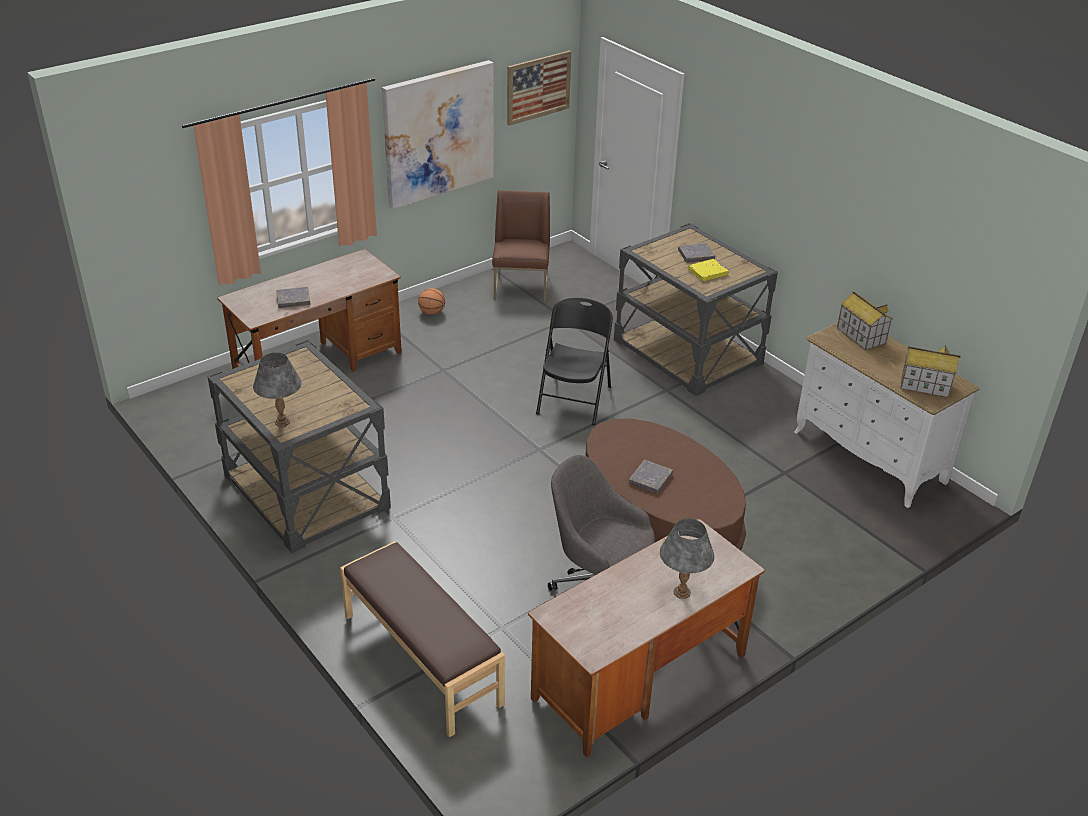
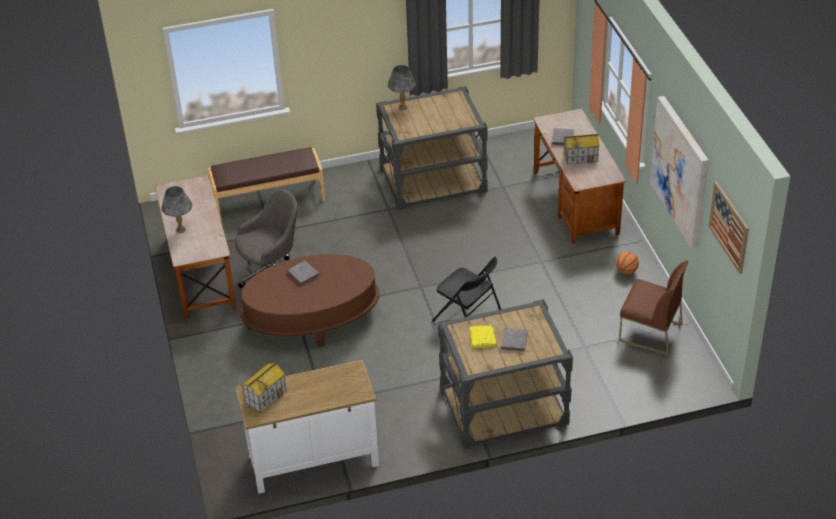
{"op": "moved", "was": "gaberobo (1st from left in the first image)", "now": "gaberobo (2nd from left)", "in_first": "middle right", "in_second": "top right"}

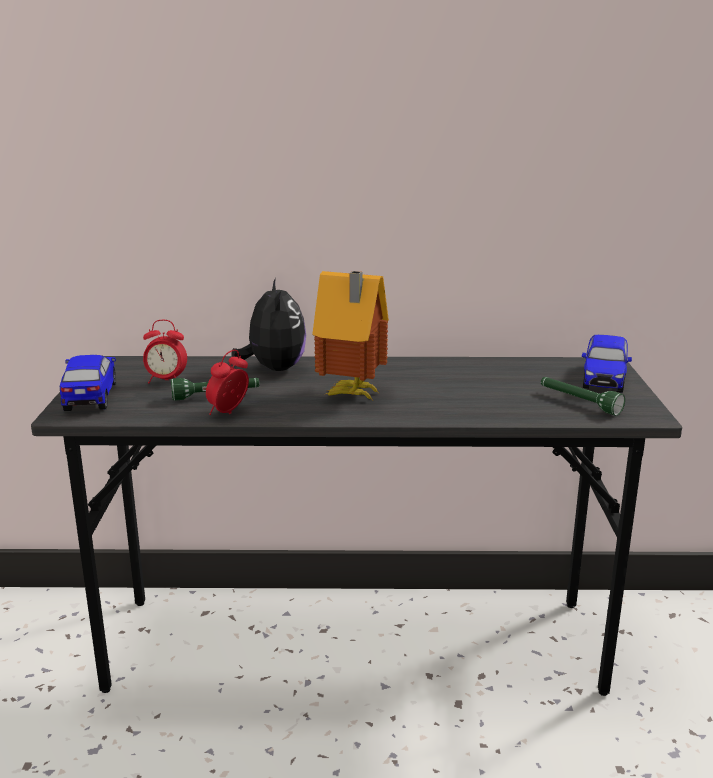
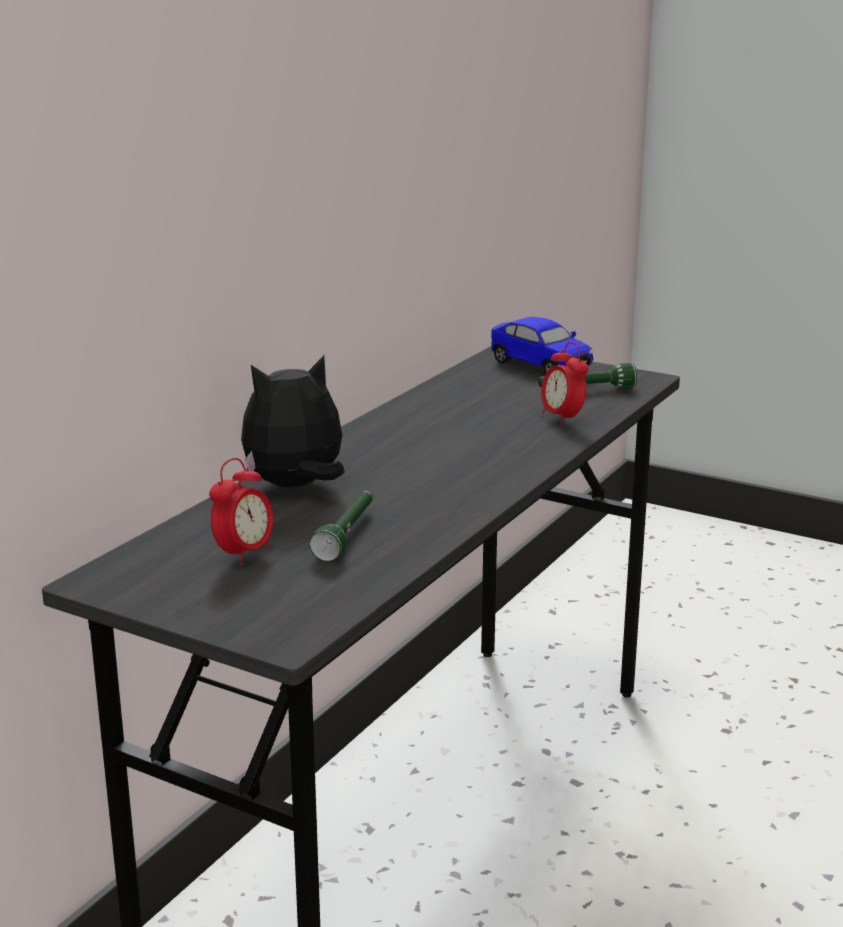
{"op": "removed", "was": "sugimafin (1st from left)", "in_first": "middle left"}
{"op": "moved", "was": "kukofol (2nd from left)", "in_first": "middle left", "in_second": "middle right"}
{"op": "turned", "was": "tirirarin", "in_first": "centre", "in_second": "centre", "clockwise": -45}
{"op": "removed", "was": "gaberobo", "in_first": "centre"}

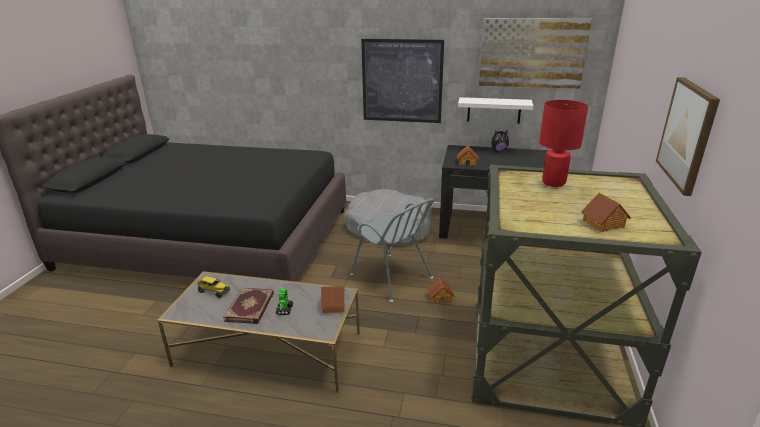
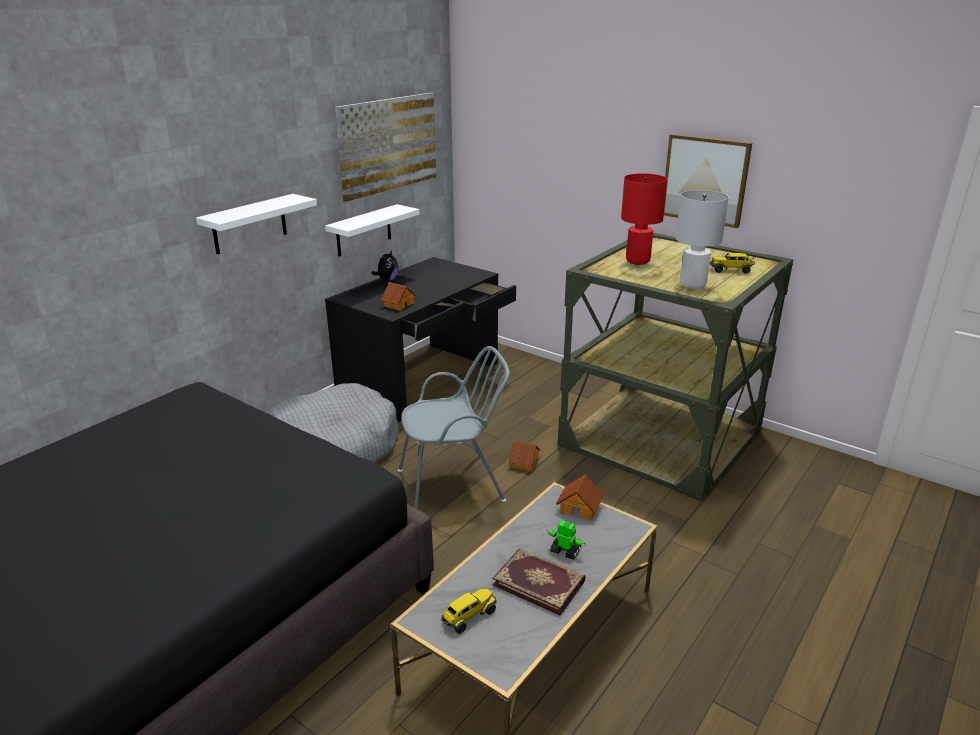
{"op": "replaced", "was": "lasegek (1st from left)", "now": "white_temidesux (1st from left)", "in_first": "top centre", "in_second": "top left"}
{"op": "replaced", "was": "gaberobo (4th from left)", "now": "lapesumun (2nd from left)", "in_first": "middle right", "in_second": "middle right"}
{"op": "added", "now": "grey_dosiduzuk", "in_second": "top right"}

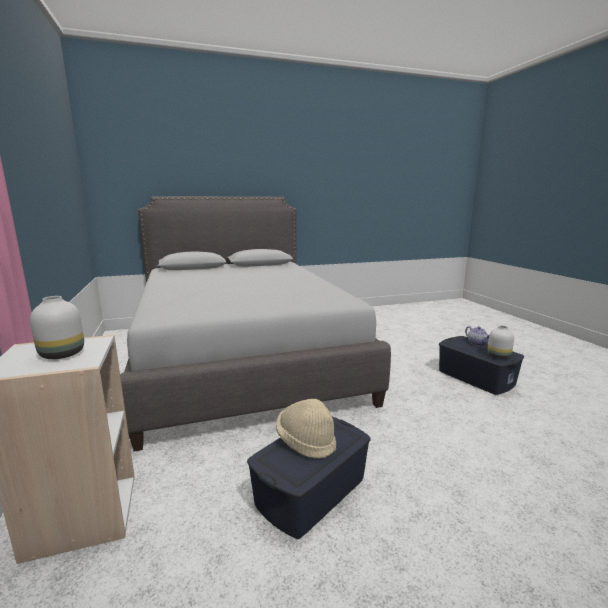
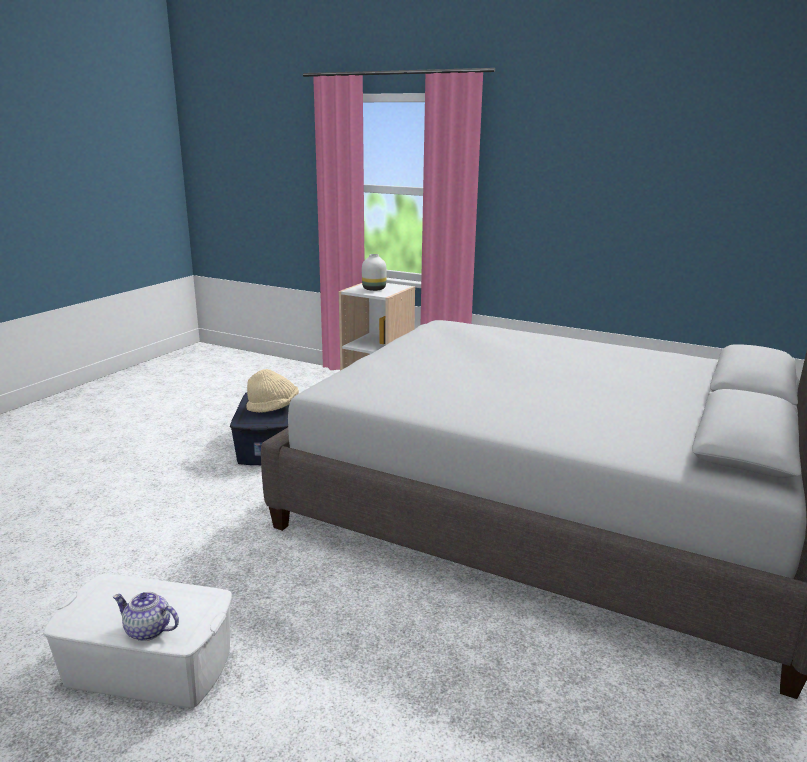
{"op": "recoloured", "was": "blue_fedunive (2nd from left)", "now": "white_fedunive", "in_first": "middle right", "in_second": "bottom left"}
{"op": "removed", "was": "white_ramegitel (2nd from left)", "in_first": "middle right"}

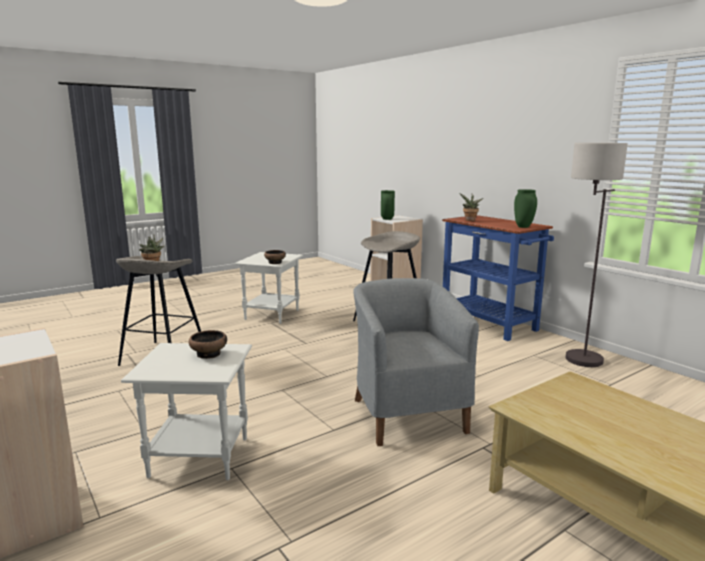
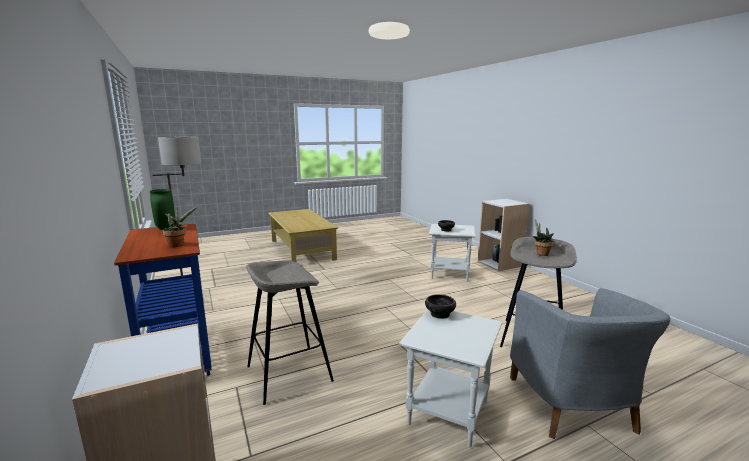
{"op": "moved", "was": "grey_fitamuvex", "in_first": "centre", "in_second": "bottom right"}
{"op": "removed", "was": "green_ramegitel (1st from left)", "in_first": "centre"}

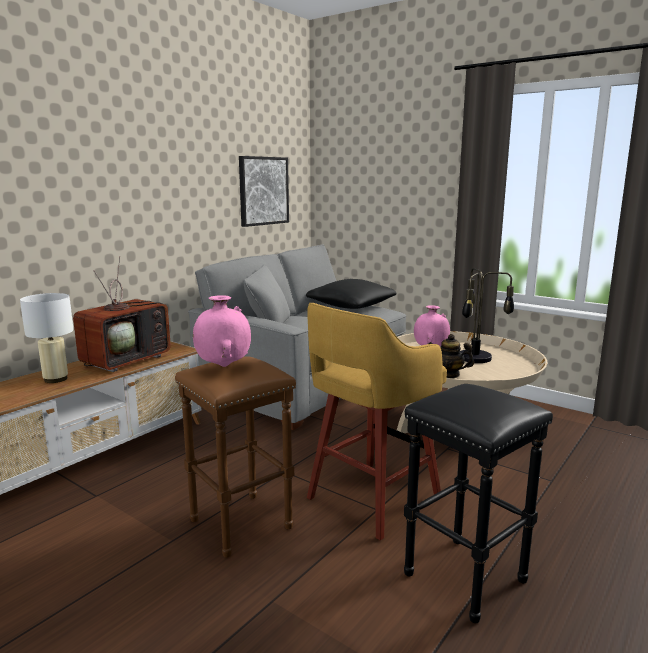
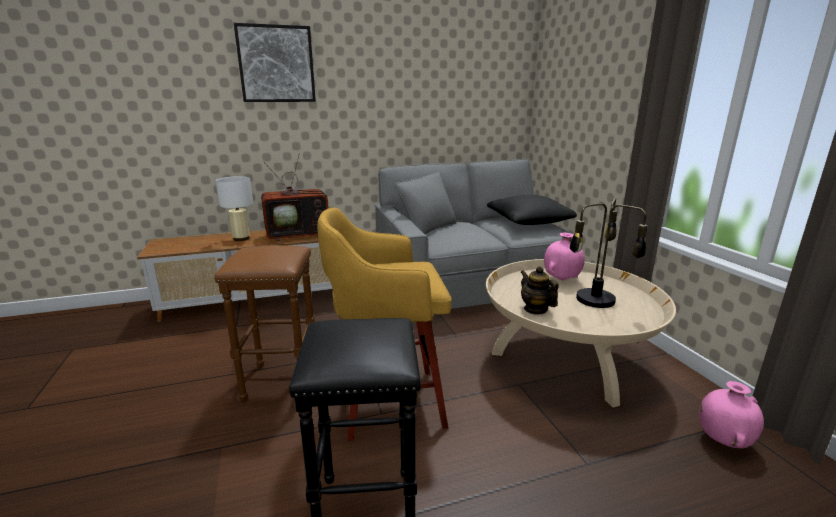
{"op": "moved", "was": "pink_ramegitel (1st from left in the first image)", "now": "pink_ramegitel (2nd from left)", "in_first": "centre", "in_second": "bottom right"}
{"op": "moved", "was": "lasegek", "in_first": "top centre", "in_second": "top left"}

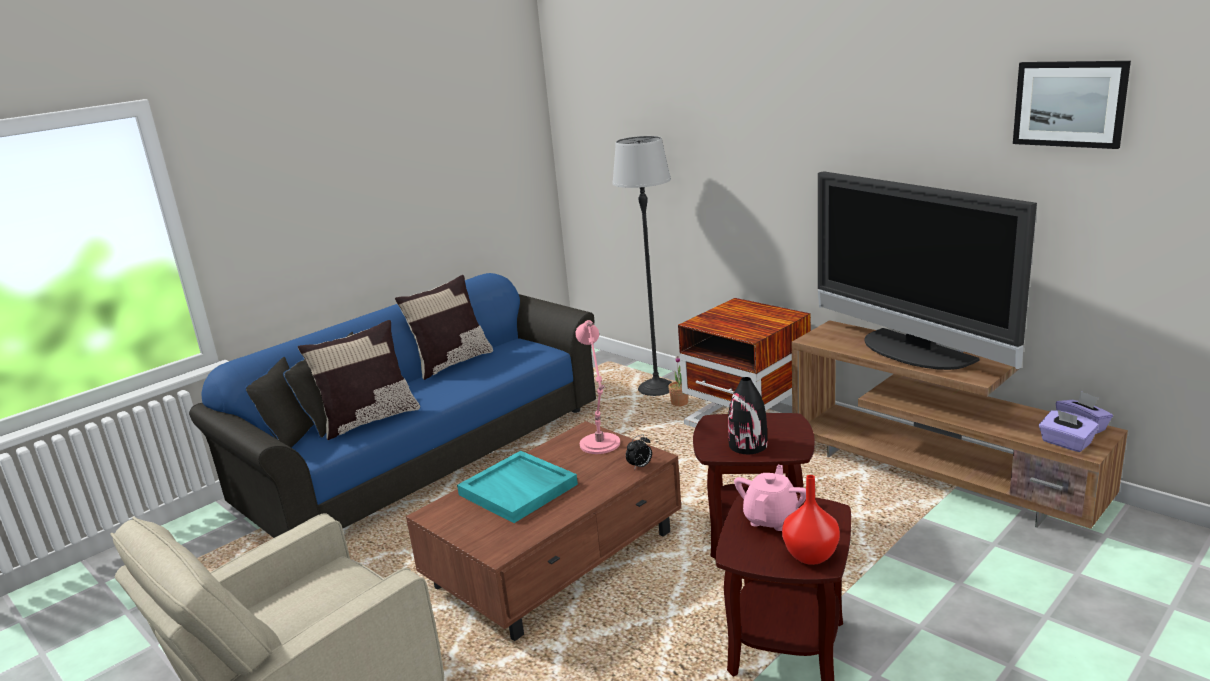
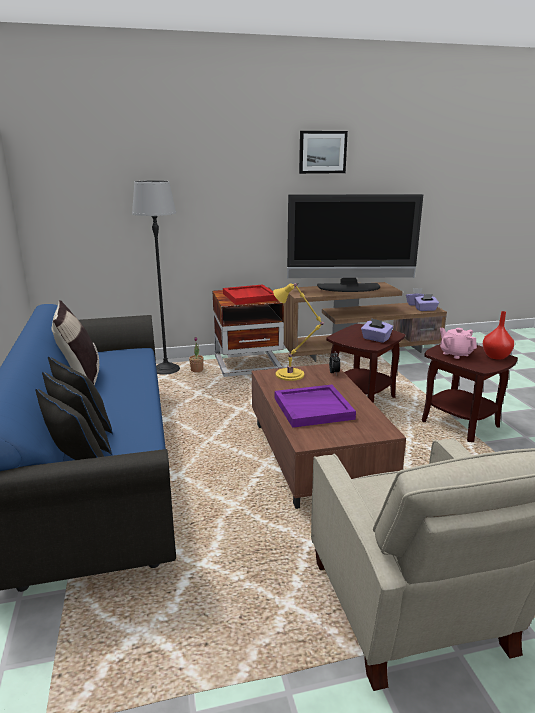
{"op": "removed", "was": "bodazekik (1st from left)", "in_first": "middle left"}
{"op": "recoloured", "was": "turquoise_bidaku", "now": "purple_bidaku", "in_first": "bottom centre", "in_second": "centre"}
{"op": "recoloured", "was": "pink_dosiduzuk", "now": "yellow_dosiduzuk", "in_first": "centre", "in_second": "centre"}
{"op": "replaced", "was": "black_ramegitel", "now": "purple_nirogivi (1st from left)", "in_first": "centre", "in_second": "middle right"}
{"op": "moved", "was": "lasegek", "in_first": "top right", "in_second": "top centre"}
{"op": "added", "now": "red_bidaku", "in_second": "centre"}

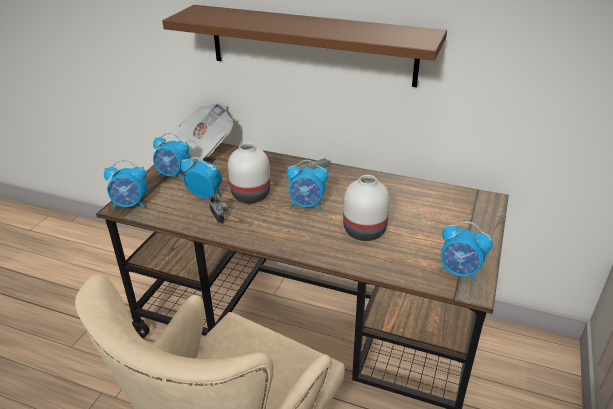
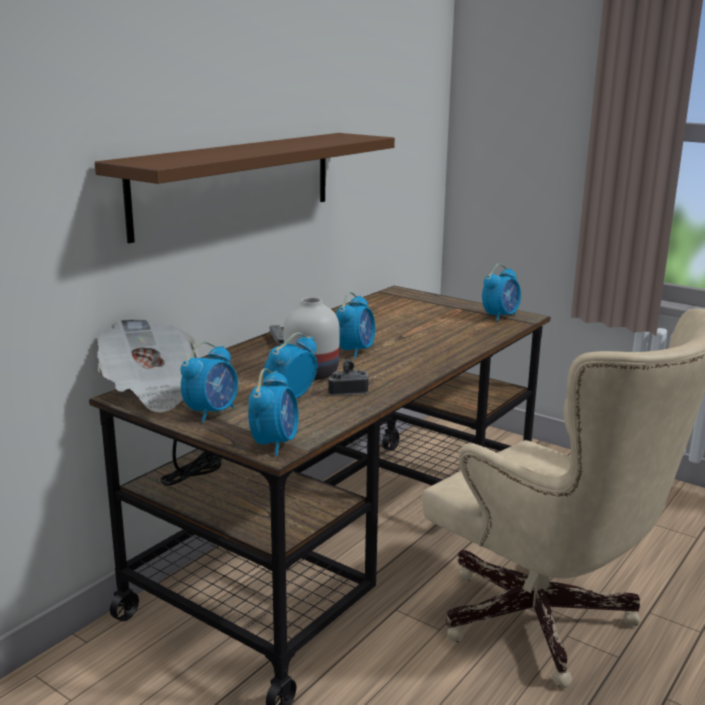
{"op": "removed", "was": "white_ramegitel (2nd from left)", "in_first": "centre"}

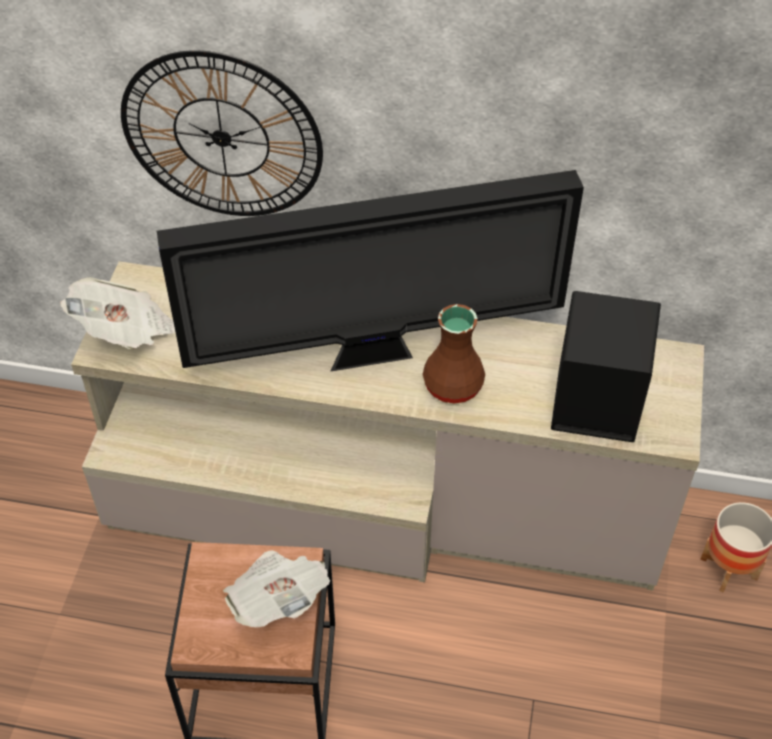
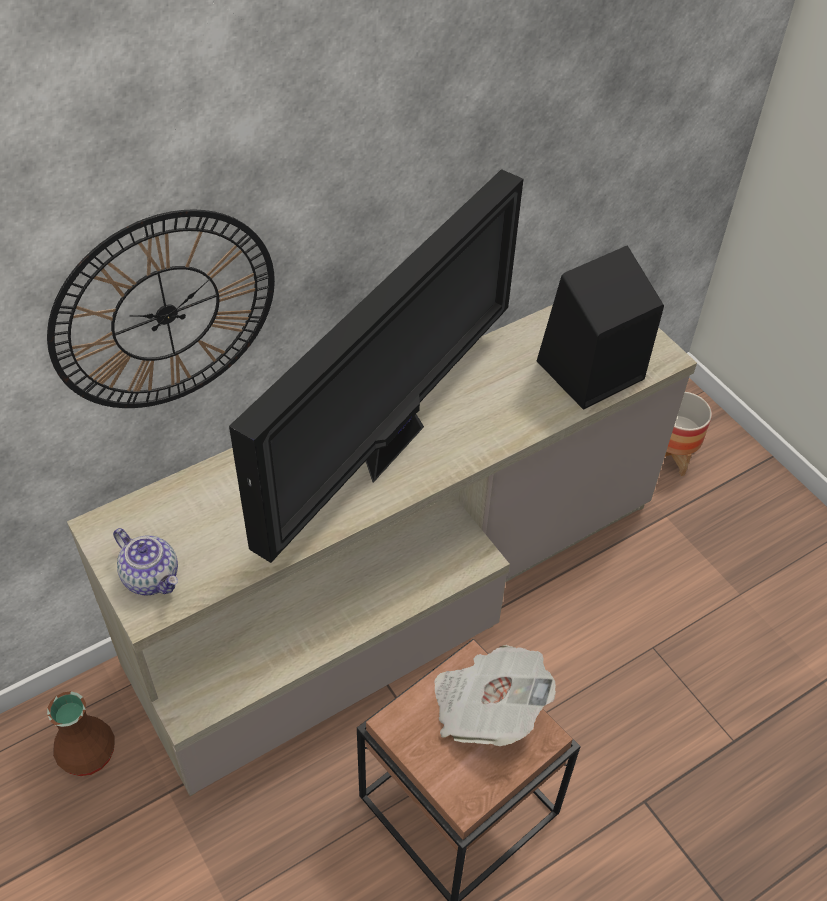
{"op": "replaced", "was": "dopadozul (1st from left)", "now": "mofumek", "in_first": "middle left", "in_second": "middle left"}
{"op": "moved", "was": "brown_ramegitel", "in_first": "centre", "in_second": "bottom left"}

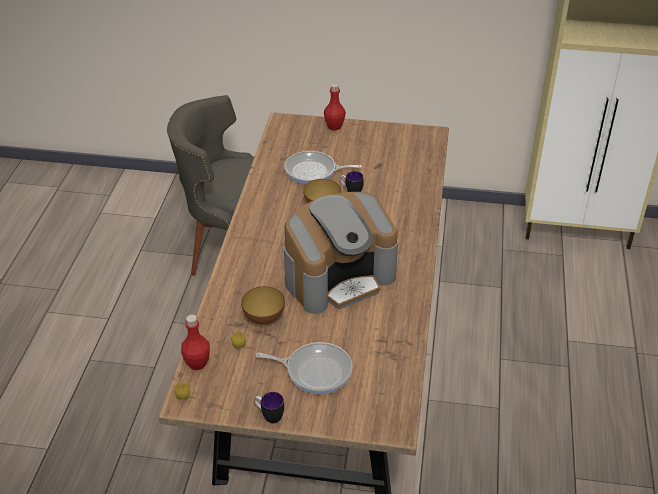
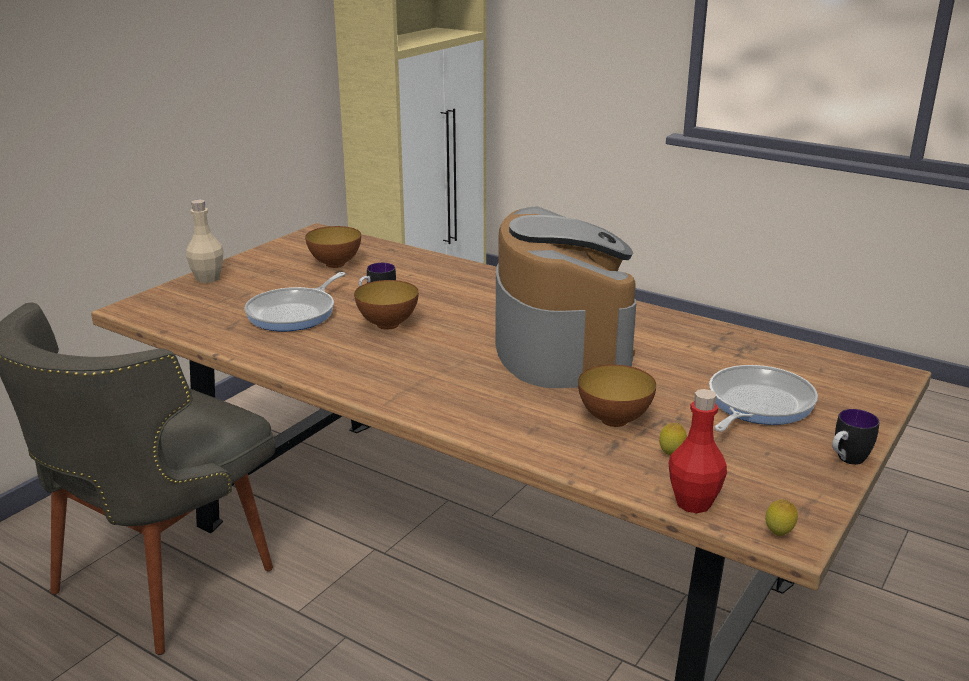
{"op": "recoloured", "was": "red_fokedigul (2nd from left)", "now": "beige_fokedigul", "in_first": "top centre", "in_second": "middle left"}
{"op": "added", "now": "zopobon (1st from left)", "in_second": "centre"}

